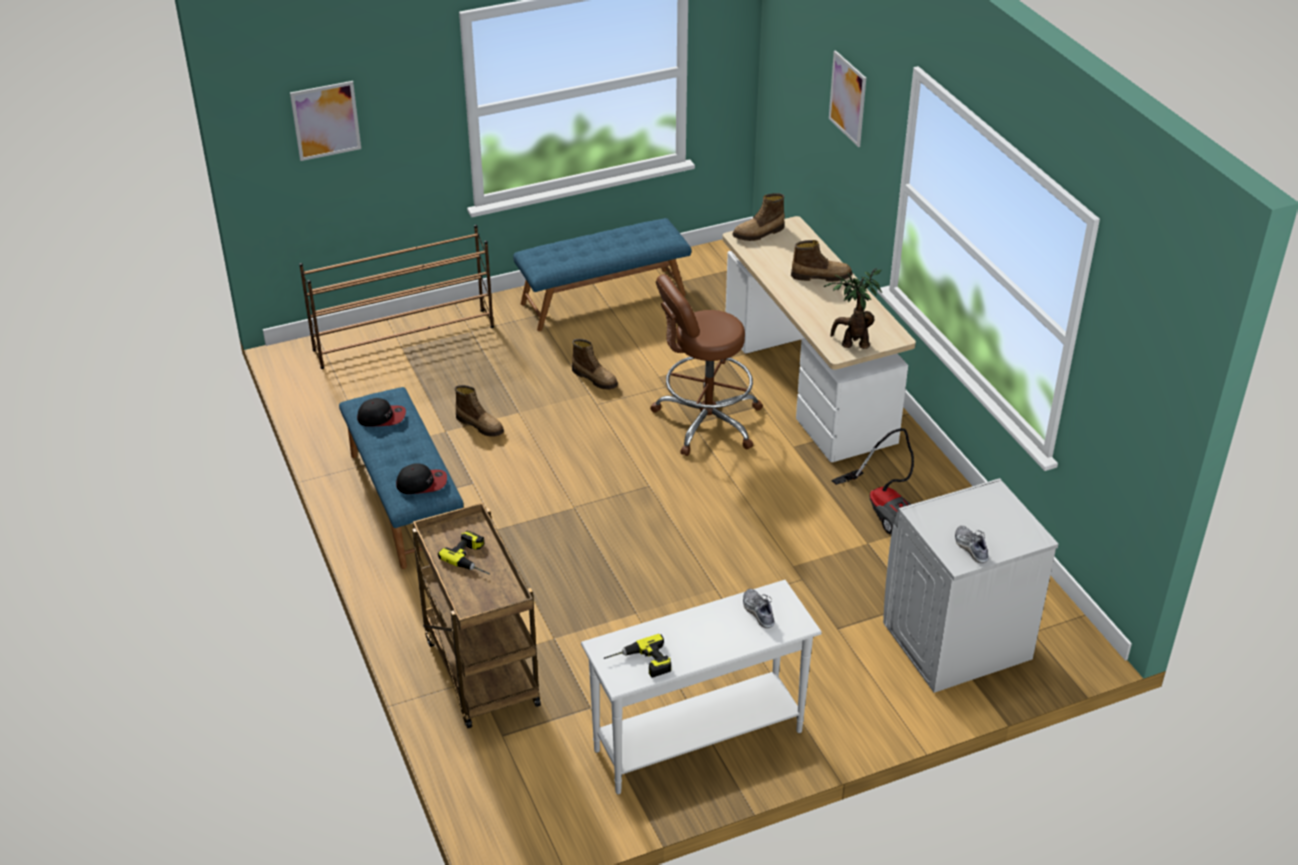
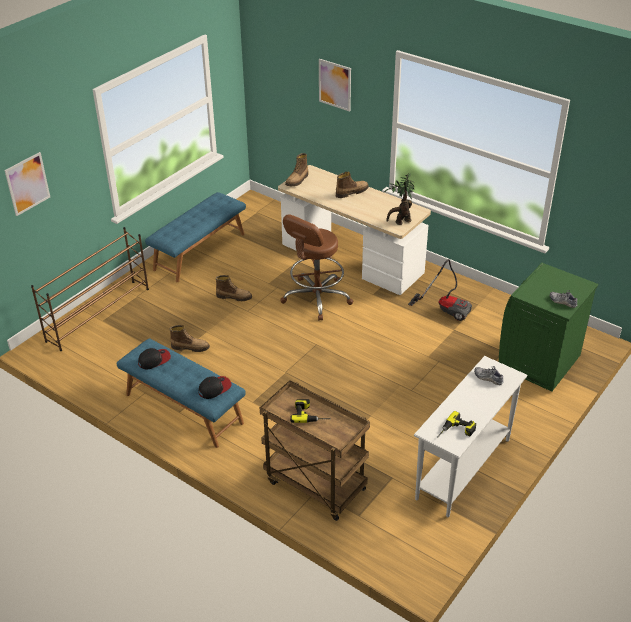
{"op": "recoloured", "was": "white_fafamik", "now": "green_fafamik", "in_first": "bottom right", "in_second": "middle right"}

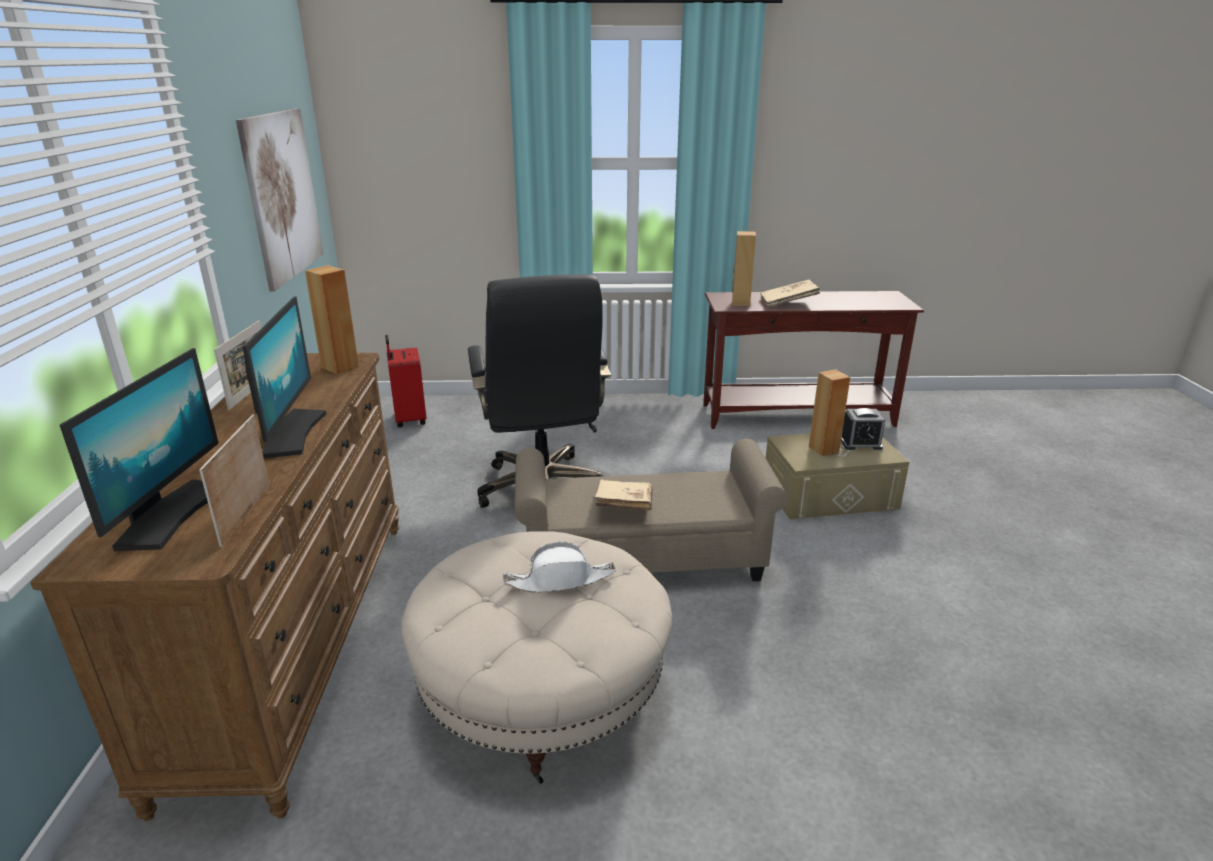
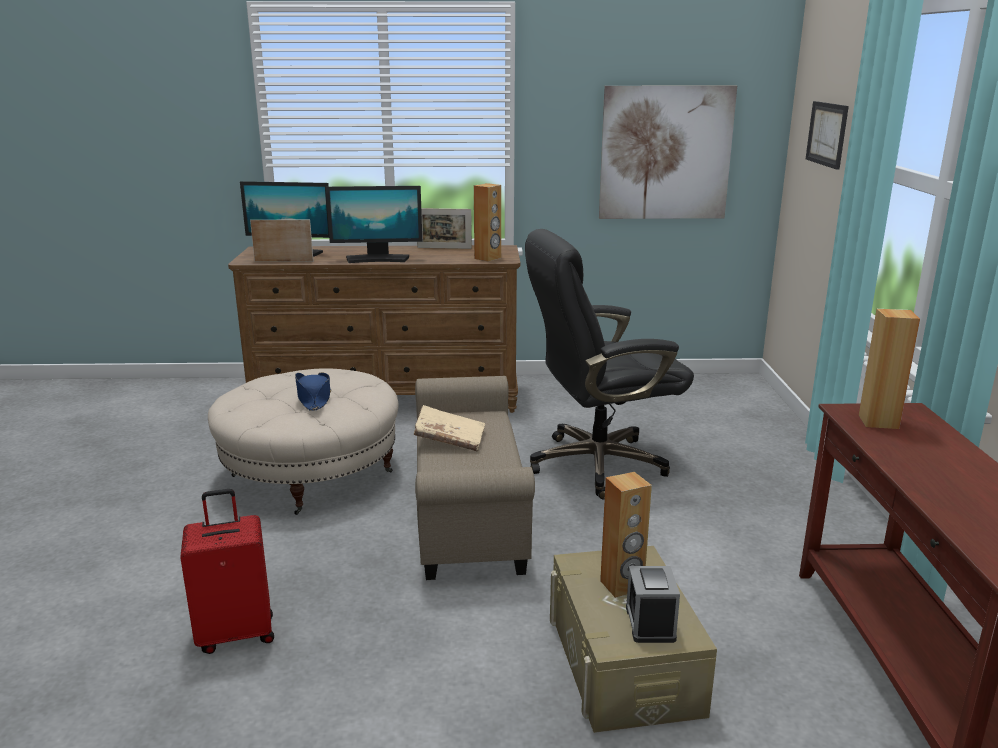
{"op": "moved", "was": "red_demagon", "in_first": "centre", "in_second": "bottom left"}
{"op": "recoloured", "was": "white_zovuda", "now": "blue_zovuda", "in_first": "centre", "in_second": "middle left"}
{"op": "removed", "was": "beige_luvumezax (2nd from left)", "in_first": "centre"}
{"op": "added", "now": "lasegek (2nd from left)", "in_second": "top right"}

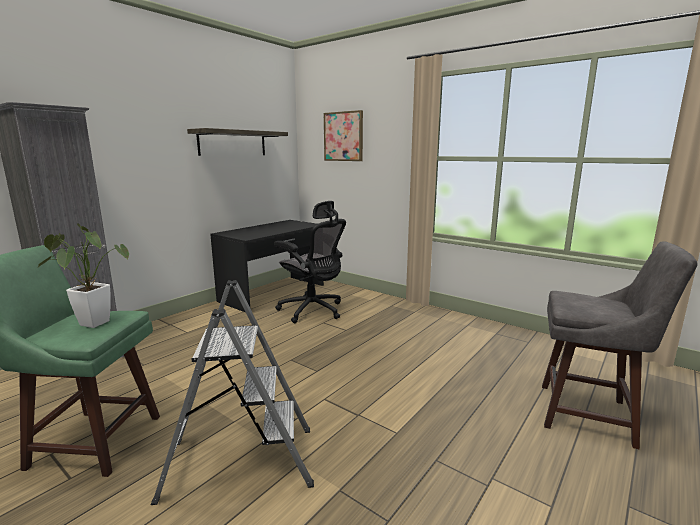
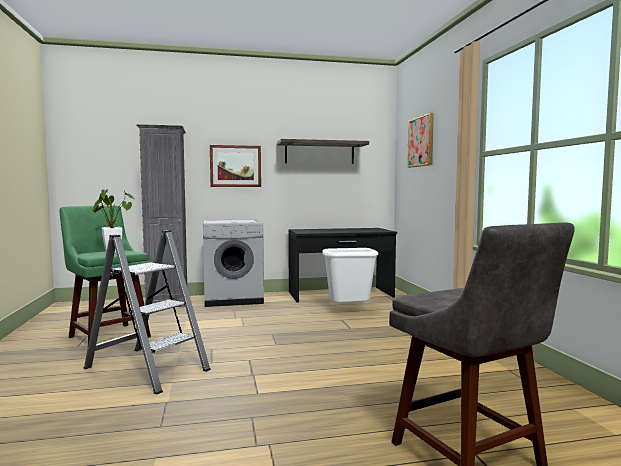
{"op": "replaced", "was": "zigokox", "now": "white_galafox", "in_first": "centre", "in_second": "centre"}
{"op": "added", "now": "white_fafamik", "in_second": "centre"}
{"op": "added", "now": "lasegek (1st from left)", "in_second": "centre"}

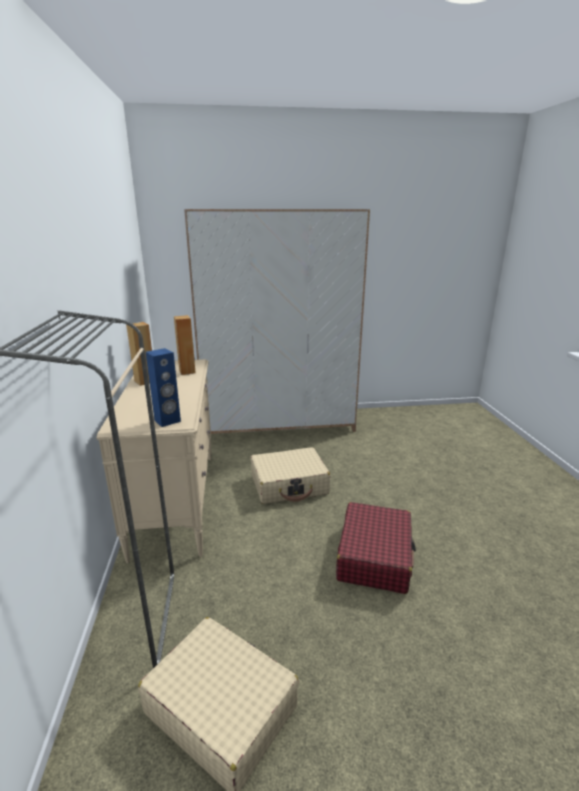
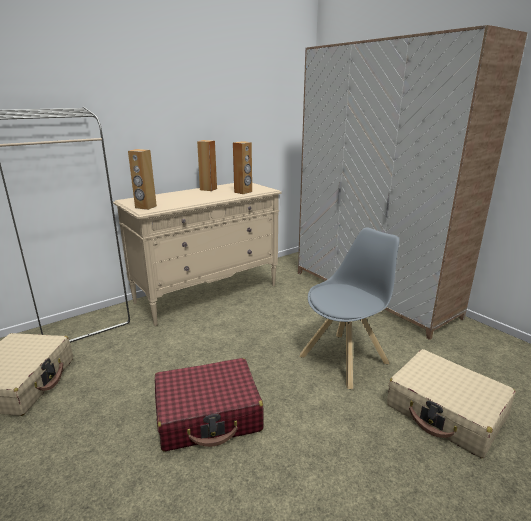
{"op": "recoloured", "was": "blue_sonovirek", "now": "brown_sonovirek (1st from left)", "in_first": "middle left", "in_second": "middle left"}
{"op": "moved", "was": "beige_demagon (2nd from left)", "in_first": "centre", "in_second": "bottom right"}
{"op": "added", "now": "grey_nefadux", "in_second": "centre"}

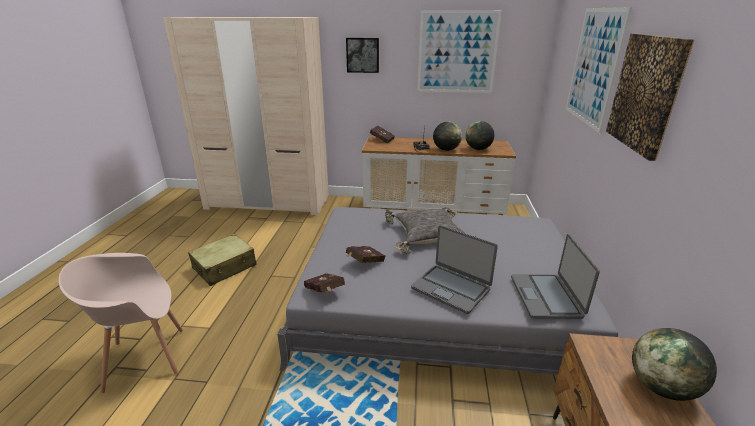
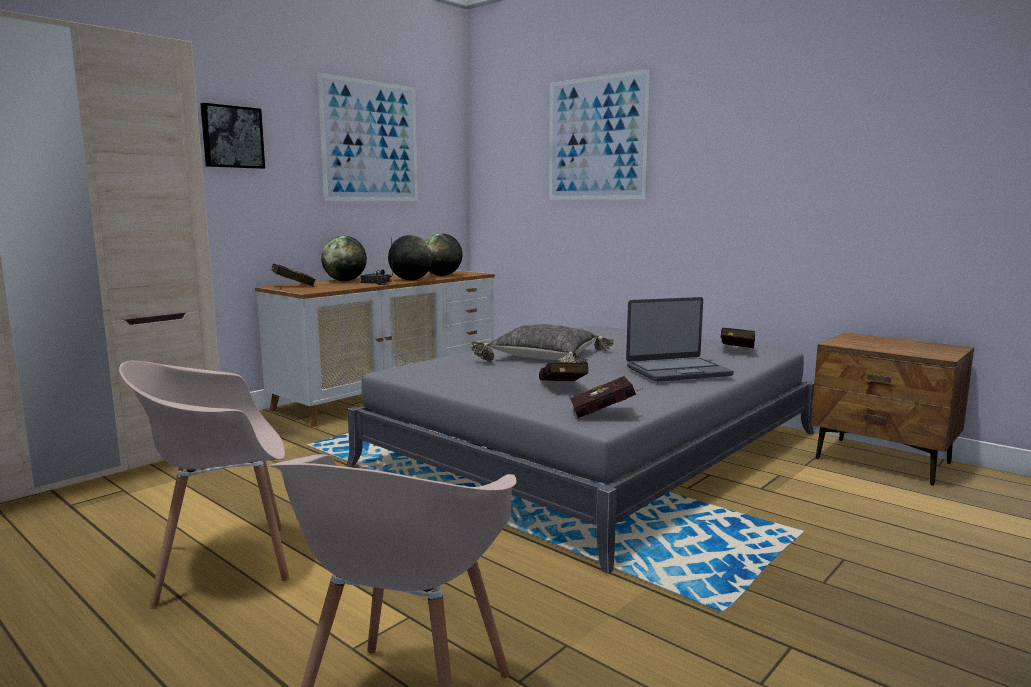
{"op": "replaced", "was": "beige_demagon", "now": "beige_nefadux (1st from left)", "in_first": "middle left", "in_second": "bottom left"}
{"op": "replaced", "was": "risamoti (2nd from left)", "now": "red_luvumezax (4th from left)", "in_first": "middle right", "in_second": "middle right"}
{"op": "removed", "was": "lasegek (4th from left)", "in_first": "top right"}
{"op": "moved", "was": "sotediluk (3rd from left in the first image)", "now": "sotediluk (1st from left)", "in_first": "bottom right", "in_second": "centre"}

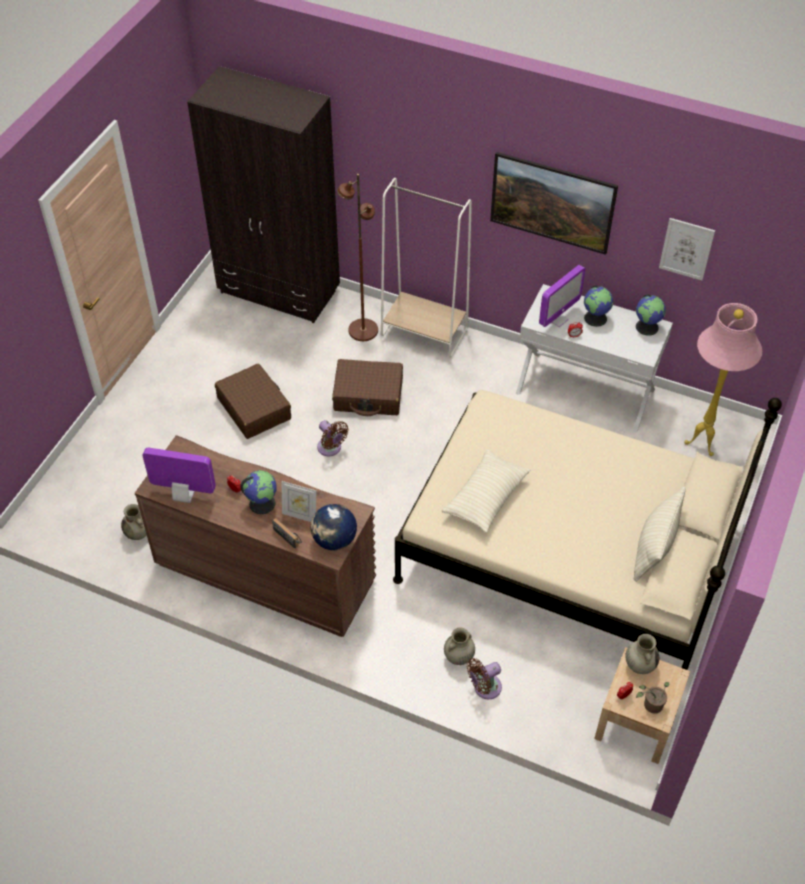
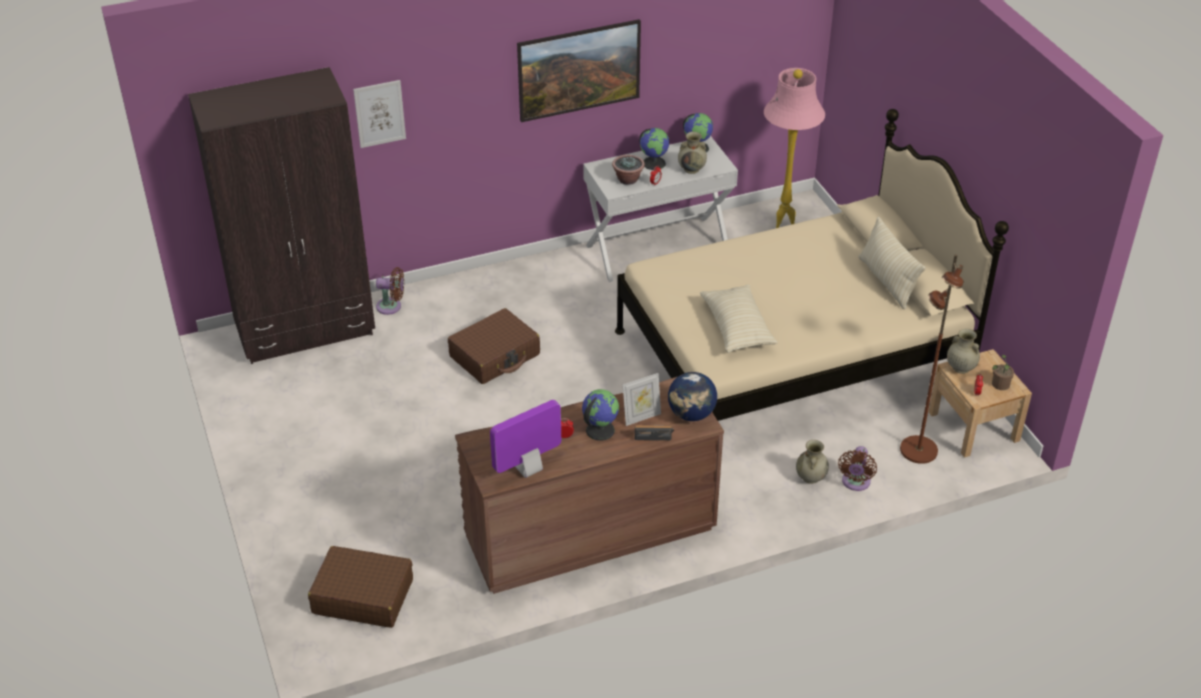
{"op": "moved", "was": "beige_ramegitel (1st from left)", "in_first": "middle left", "in_second": "top centre"}
{"op": "moved", "was": "brown_demagon (1st from left)", "in_first": "middle left", "in_second": "bottom left"}
{"op": "moved", "was": "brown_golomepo (1st from left)", "in_first": "centre", "in_second": "middle left"}
{"op": "moved", "was": "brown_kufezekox", "in_first": "top centre", "in_second": "middle right"}
{"op": "removed", "was": "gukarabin", "in_first": "top centre"}
{"op": "replaced", "was": "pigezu (2nd from left)", "now": "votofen (1st from left)", "in_first": "middle right", "in_second": "top centre"}
{"op": "moved", "was": "lasegek (2nd from left in the first image)", "now": "lasegek (1st from left)", "in_first": "top right", "in_second": "top left"}

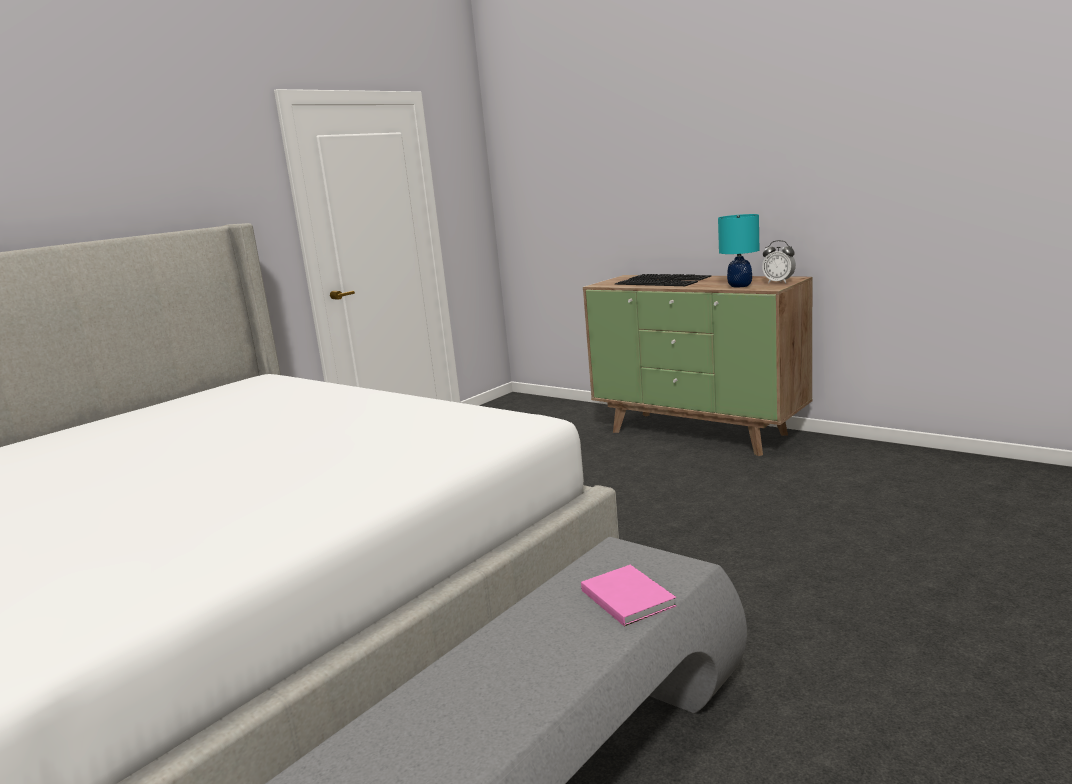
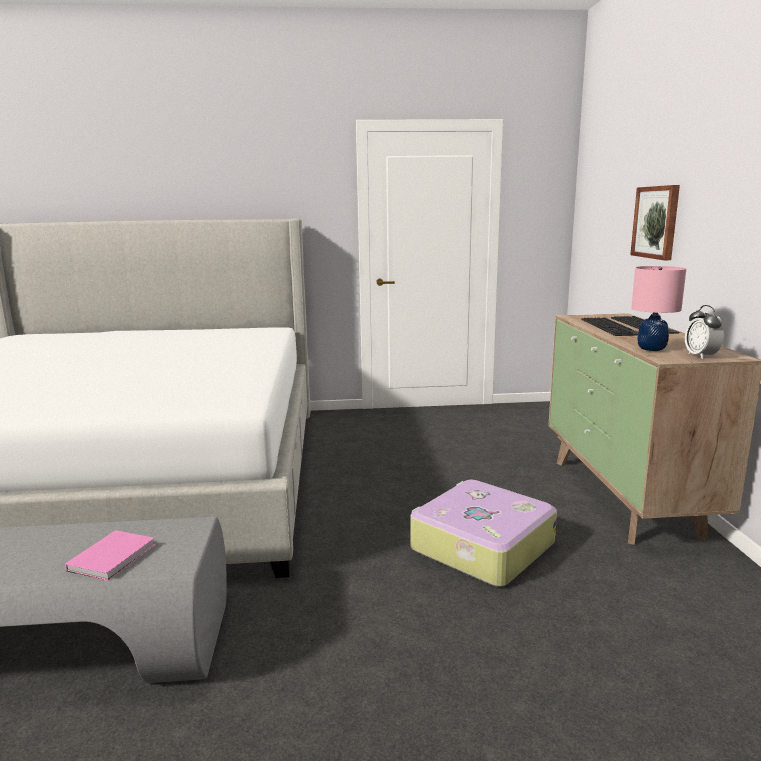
{"op": "recoloured", "was": "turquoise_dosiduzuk", "now": "pink_dosiduzuk", "in_first": "top right", "in_second": "middle right"}
{"op": "added", "now": "demagon", "in_second": "bottom centre"}
{"op": "added", "now": "lasegek", "in_second": "top right"}

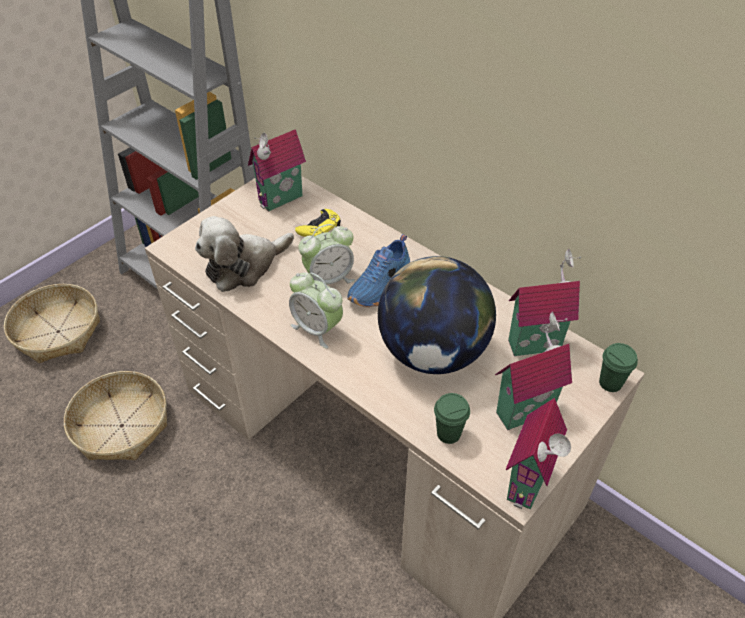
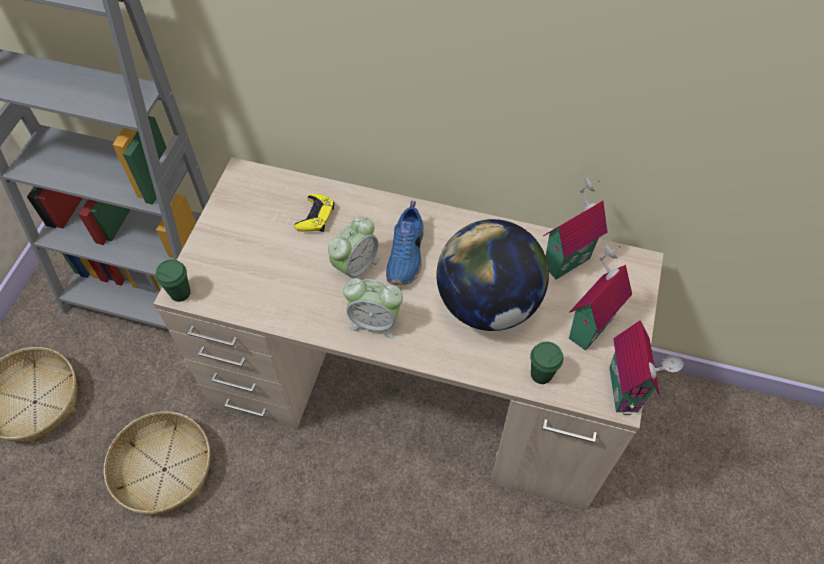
{"op": "removed", "was": "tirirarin", "in_first": "middle left"}
{"op": "removed", "was": "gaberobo (1st from left)", "in_first": "top centre"}
{"op": "moved", "was": "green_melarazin (2nd from left in the first image)", "now": "green_melarazin (1st from left)", "in_first": "middle right", "in_second": "middle left"}

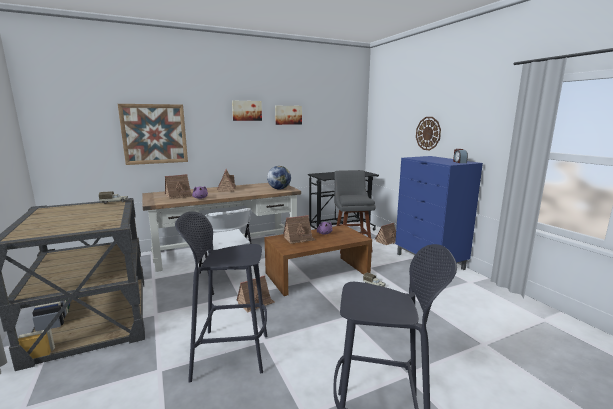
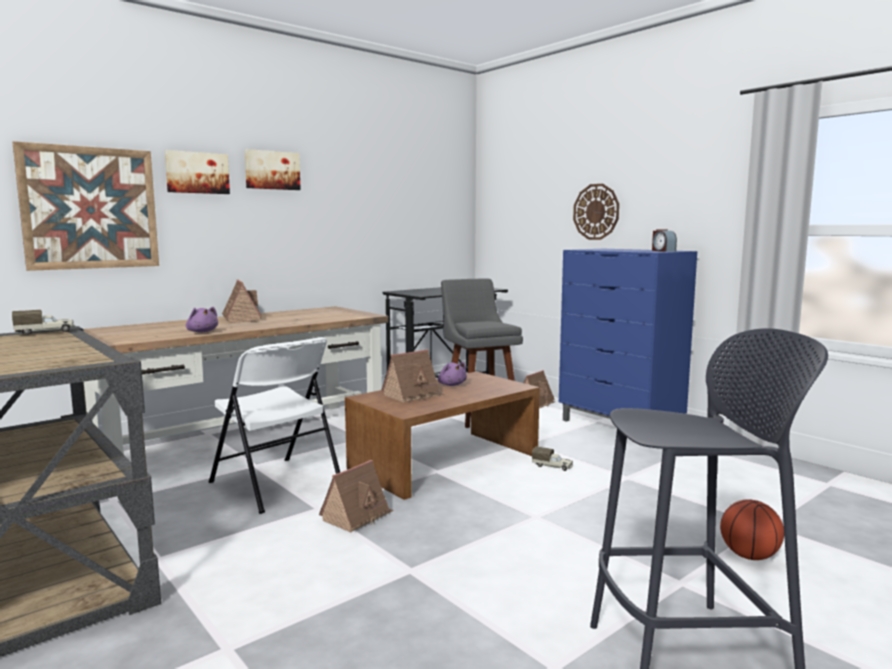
{"op": "removed", "was": "gaberobo (1st from left)", "in_first": "middle left"}
{"op": "removed", "was": "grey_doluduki (1st from left)", "in_first": "bottom centre"}
{"op": "removed", "was": "sotediluk", "in_first": "centre"}
{"op": "moved", "was": "lasegek (3rd from left in the first image)", "now": "lasegek (2nd from left)", "in_first": "top centre", "in_second": "top left"}
{"op": "added", "now": "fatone", "in_second": "bottom right"}

